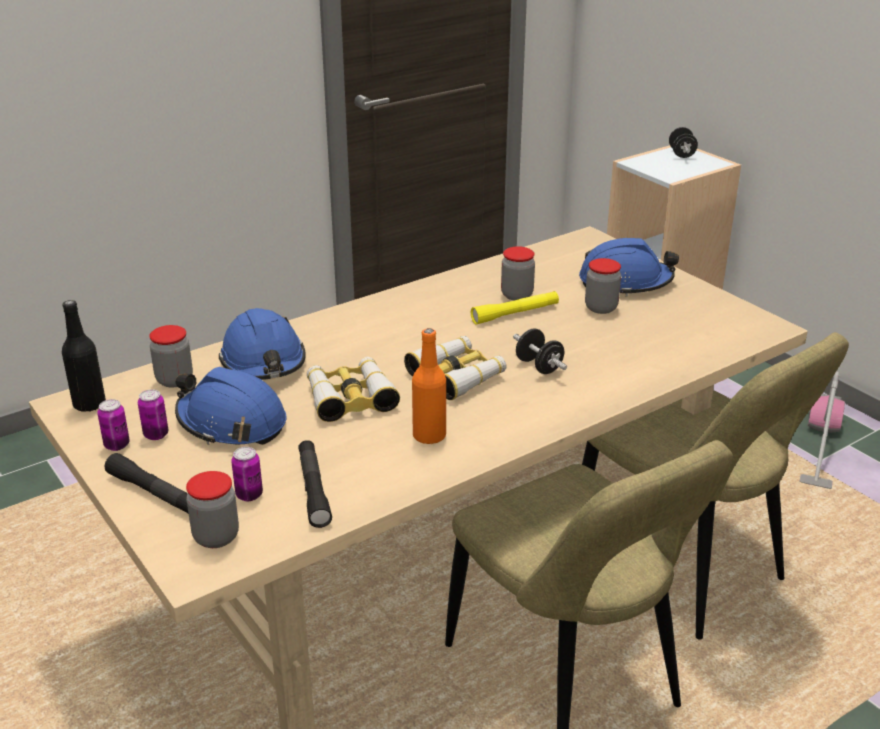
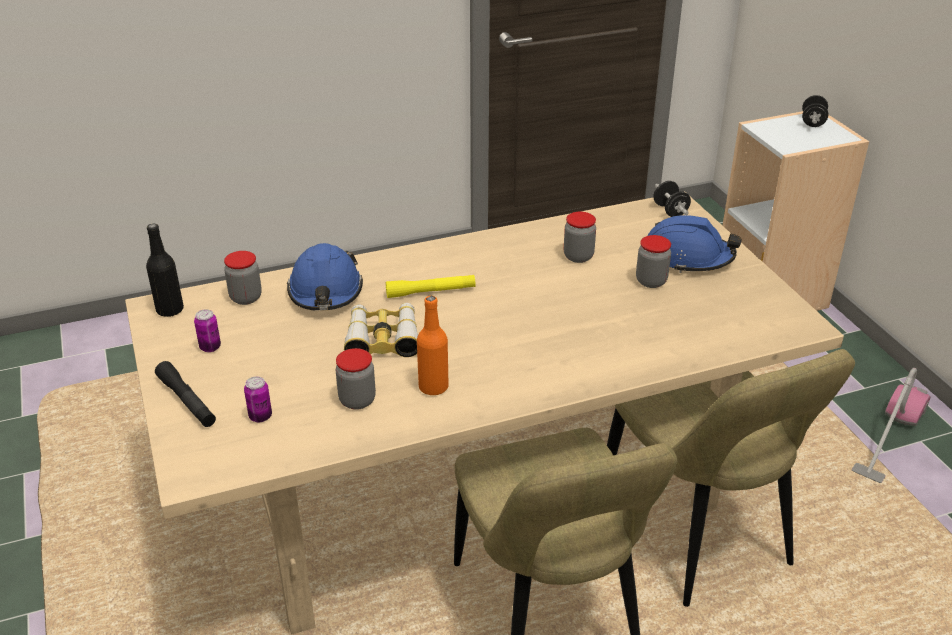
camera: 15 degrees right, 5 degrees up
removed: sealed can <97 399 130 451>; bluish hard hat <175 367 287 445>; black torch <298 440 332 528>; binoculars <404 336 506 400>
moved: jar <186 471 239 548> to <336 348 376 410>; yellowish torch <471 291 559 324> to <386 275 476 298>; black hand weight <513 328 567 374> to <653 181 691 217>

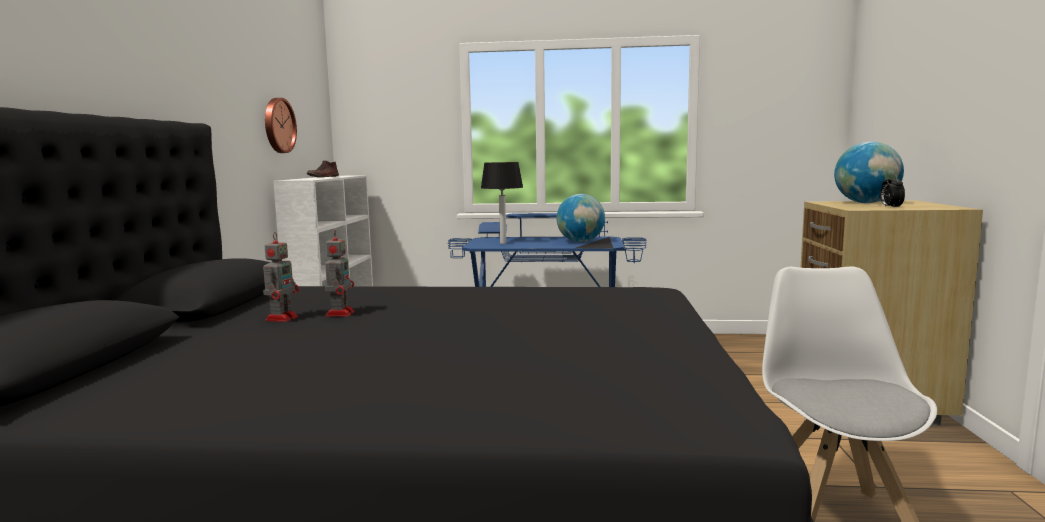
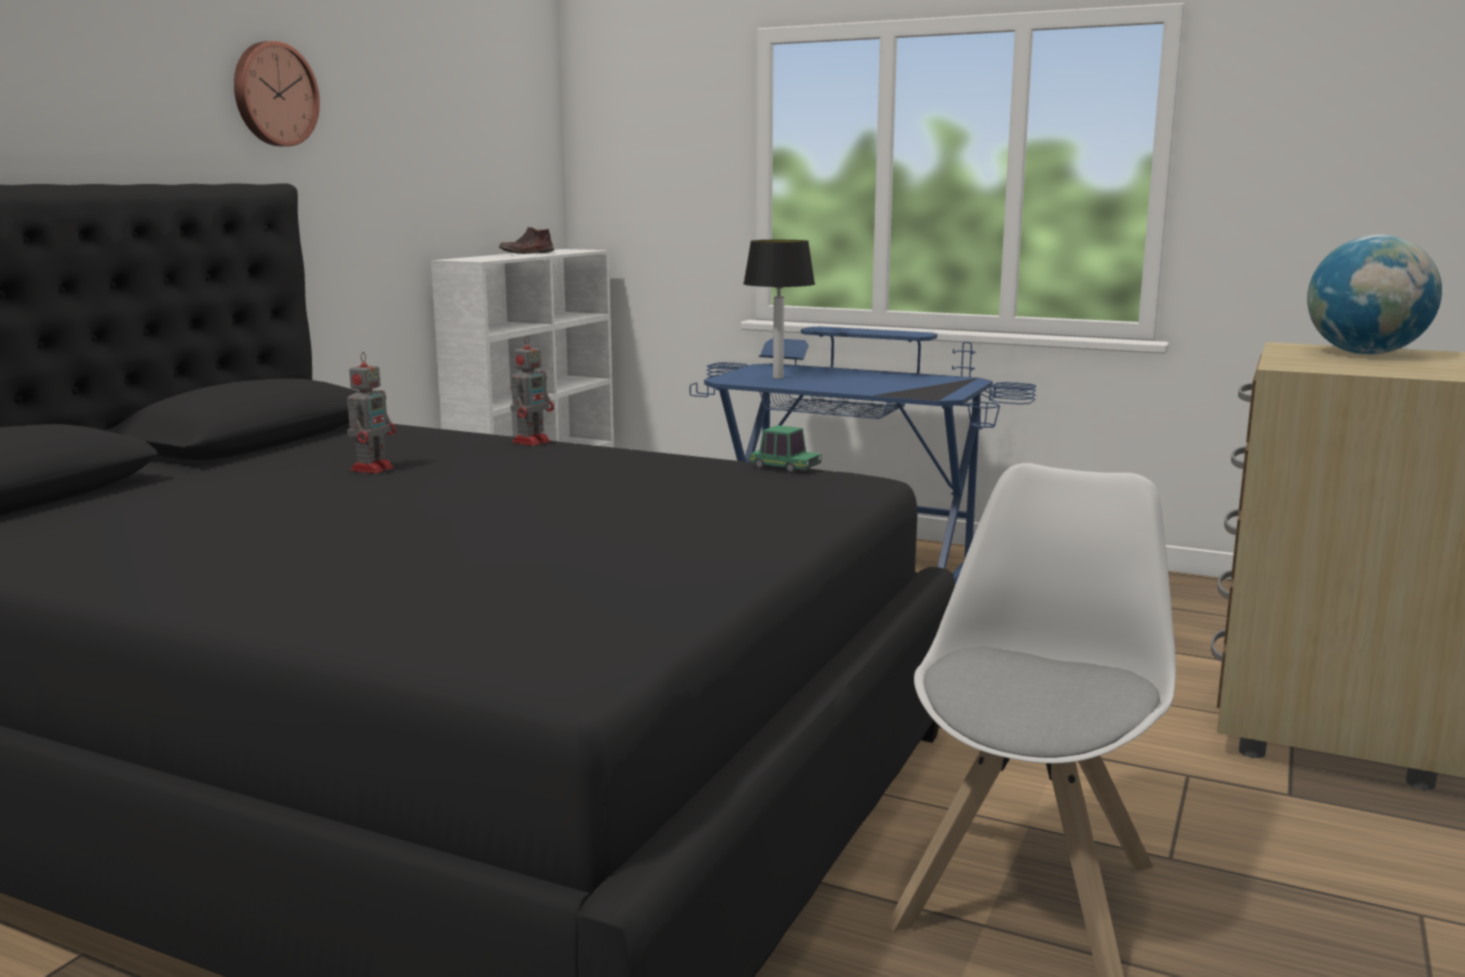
camera: 20 degrees right, 5 degrees up
removed: globe <557 194 605 242>; table clock <880 174 905 208>
added: model car <749 425 821 473>
moved: model robot <263 232 299 322> to <510 335 554 446>; clock on the wall <265 98 297 153> to <234 41 320 146>

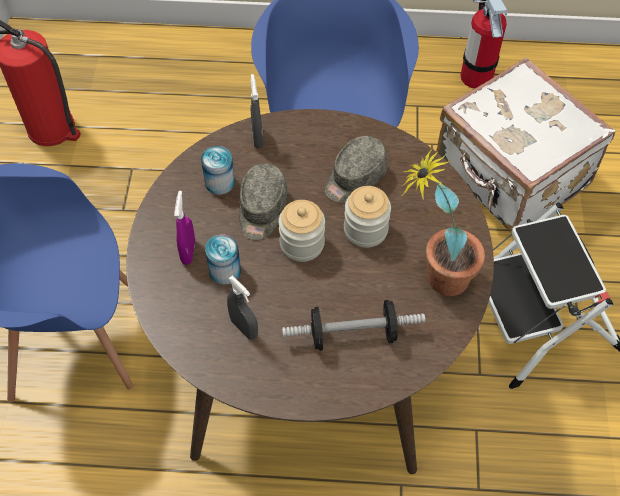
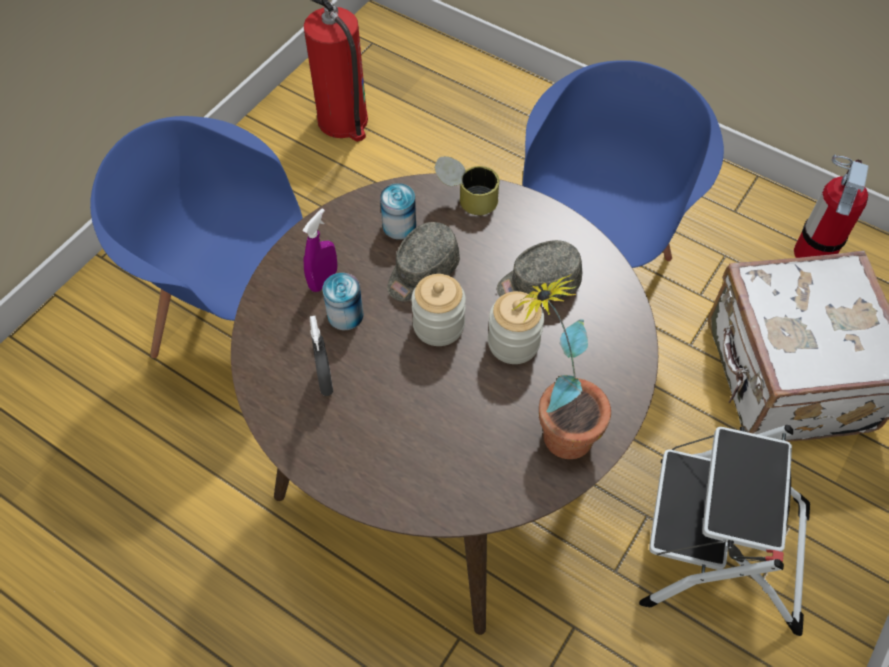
camera: 30 degrees right, 0 degrees up
removed: hand weight <282 300 425 351>
replaced: greyish hand sprayer <250 74 264 149> to sealed can <434 156 500 215>

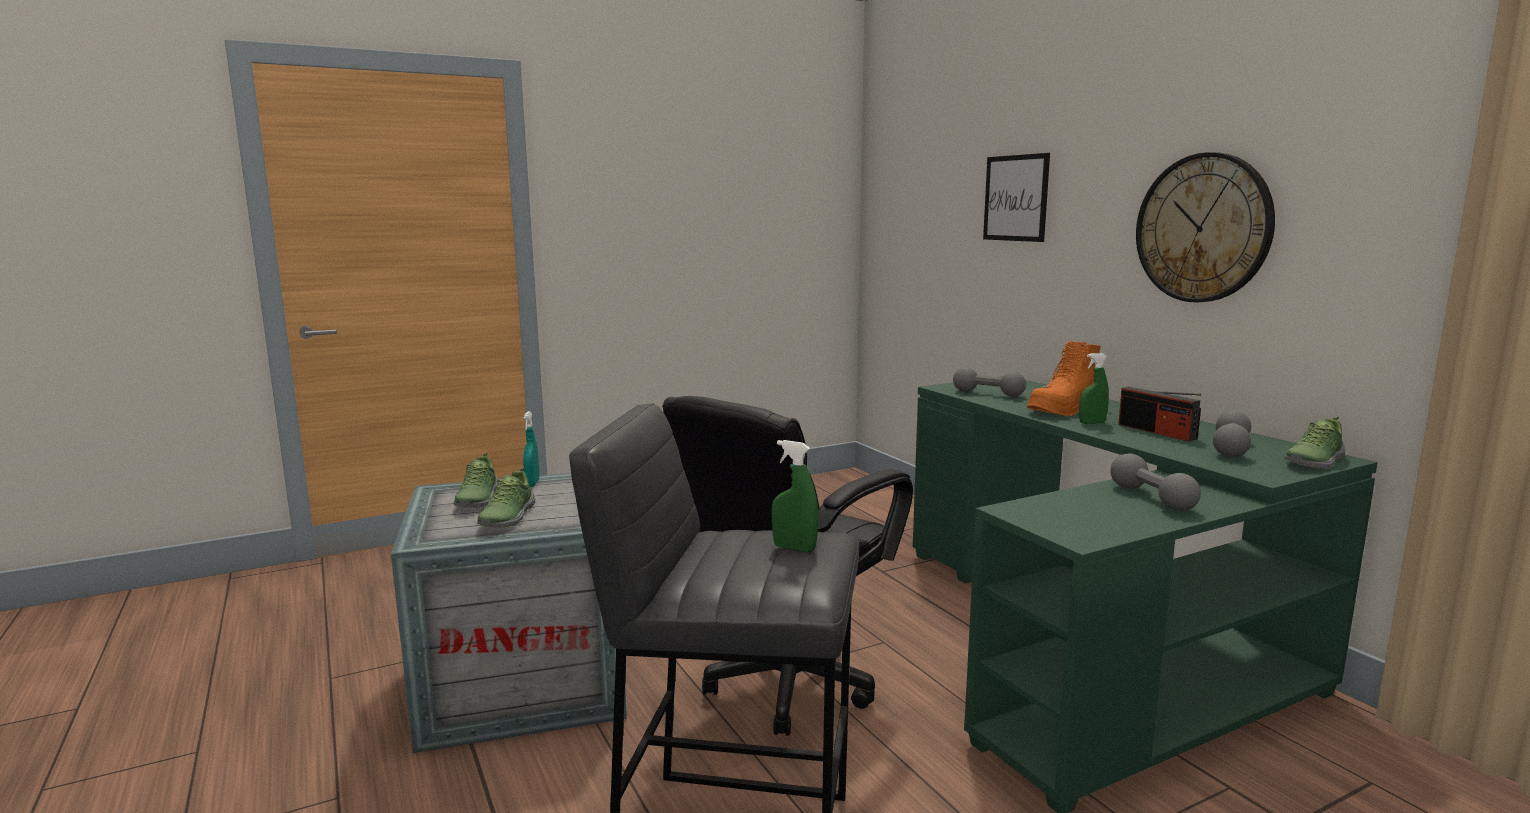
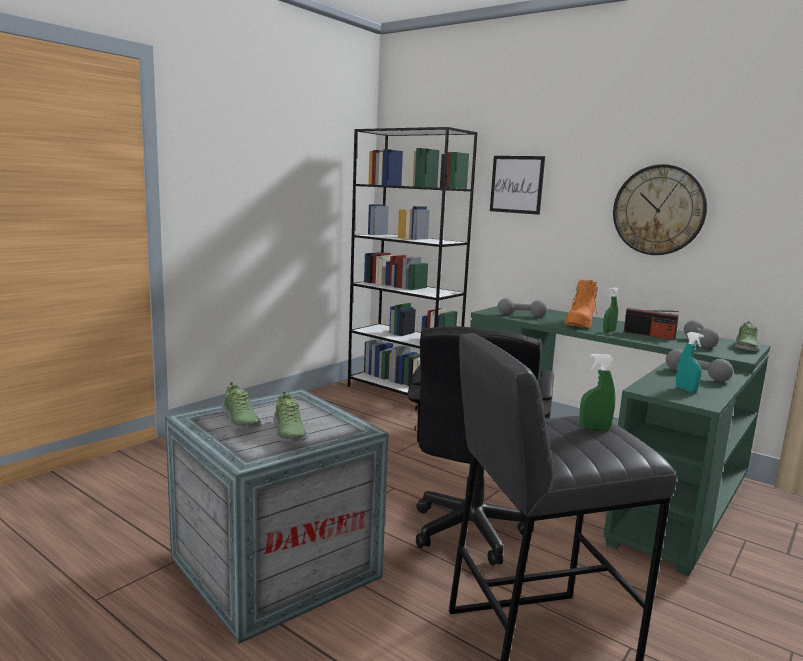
camera: 25 degrees left, 0 degrees up
added: white-coloured shelving unit <348 127 478 396>
moved: turquoise hand sprayer <523 411 539 487> to <676 332 704 392>

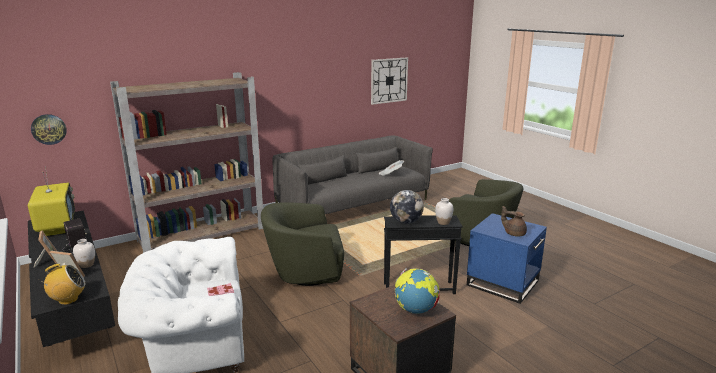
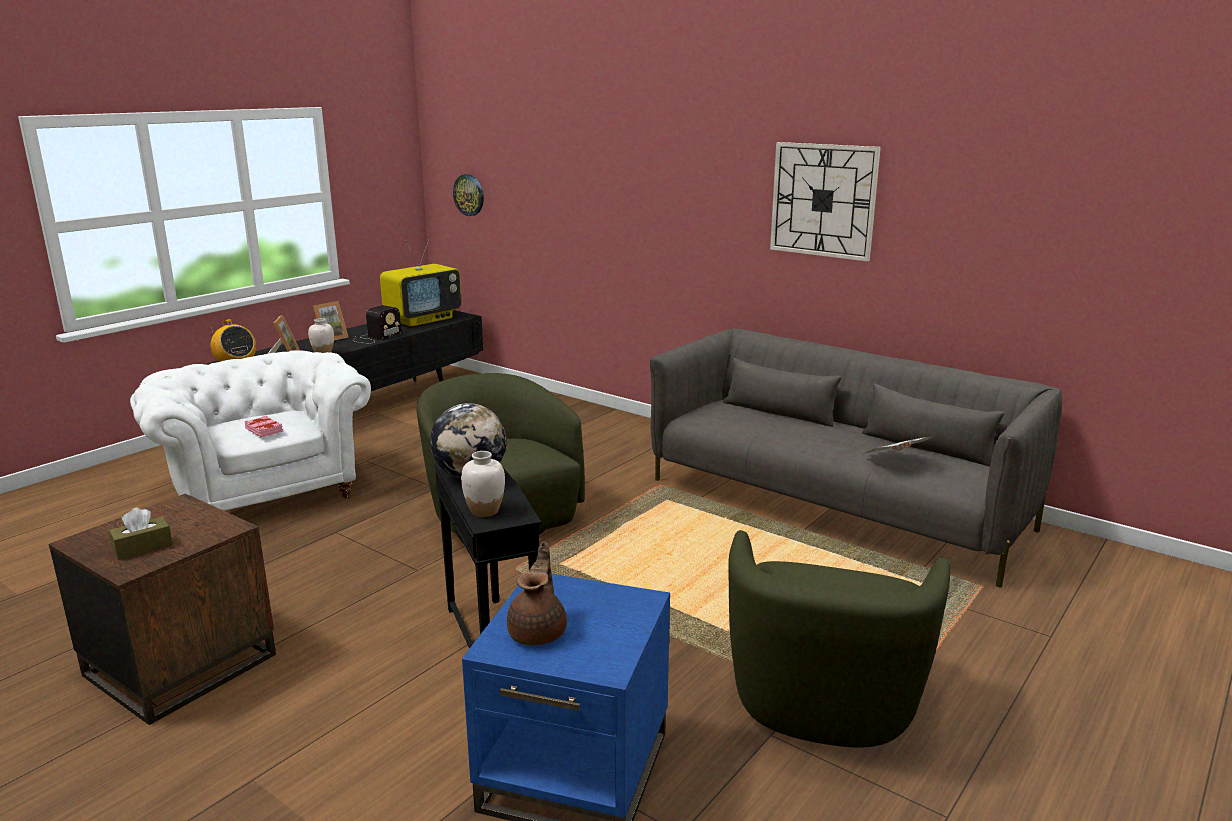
camera: 70 degrees right, 0 degrees up
removed: brown-coloured shelving unit <110 72 263 253>
moved: clock on the wall <371 57 408 105> to <770 142 881 262>
replaced: globe <395 268 439 314> to brown-coloured tissue box <109 507 173 560>

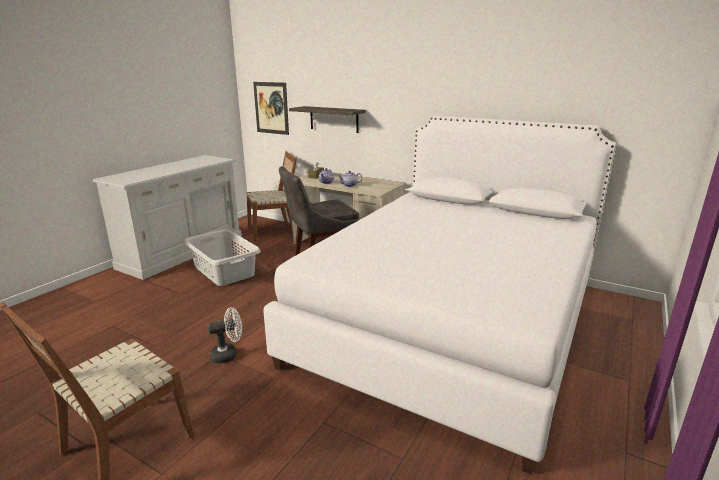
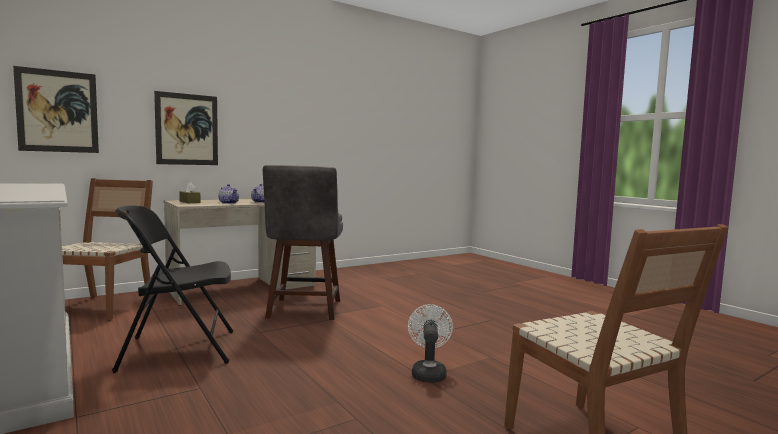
camera: 65 degrees left, 15 degrees down
removed: white-coloured sleeping bed <263 115 616 475>
replaced: greyish hamper <184 229 261 286> to black chair <112 205 233 373>; shelf <289 106 366 133> to wall art <154 91 218 165>

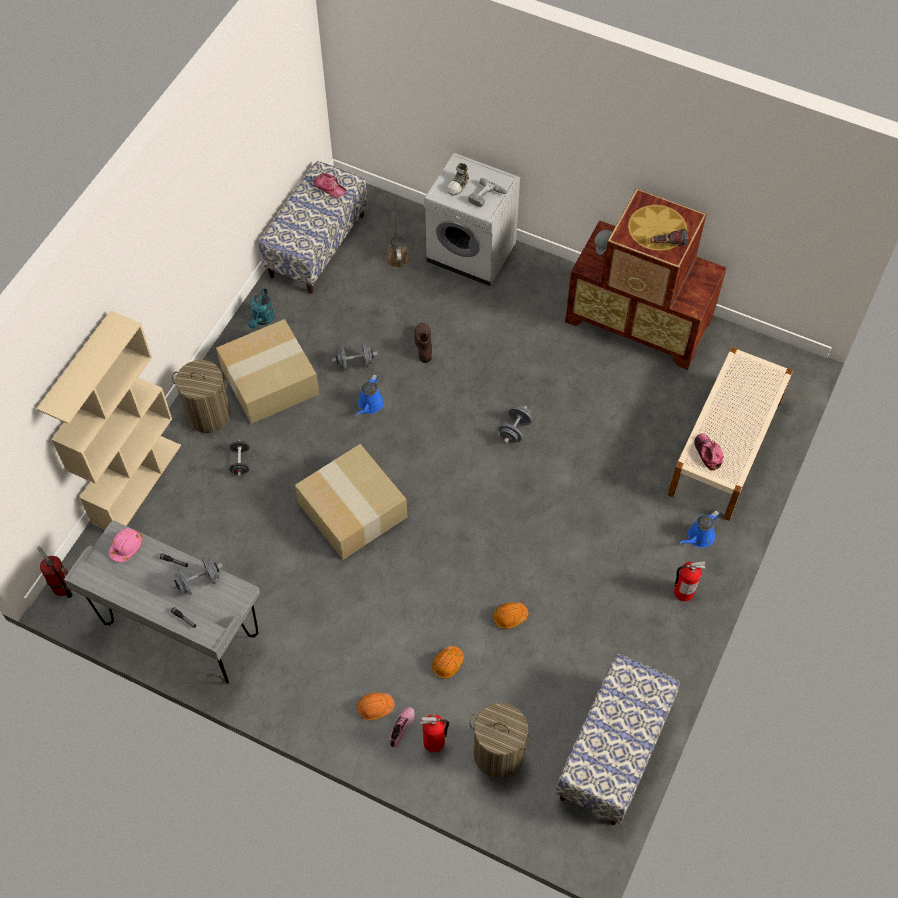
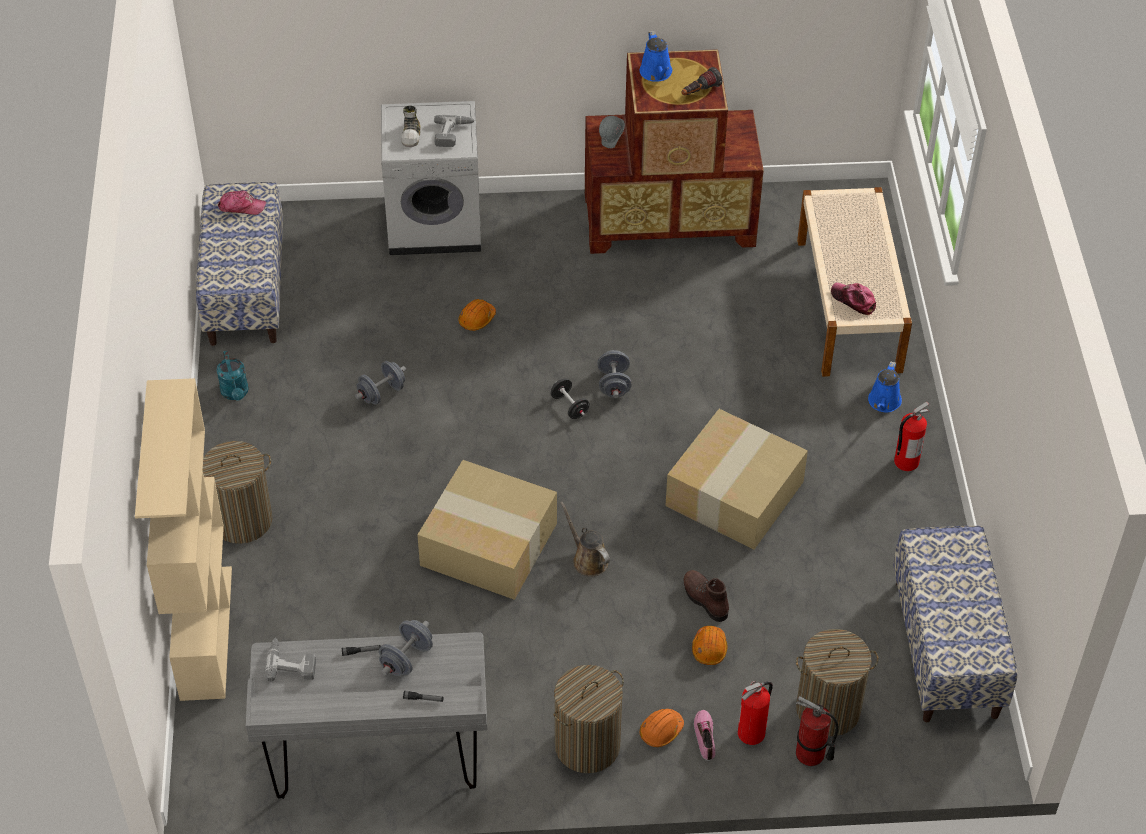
camera: 30 degrees left, 10 degrees down
added: hamper <554 665 624 773>
moved: fire-fighting cylinder <37 546 73 598> to <796 696 839 766>; carton <216 319 319 424> to <665 409 808 550>; black hand weight <230 440 249 476> to <550 378 590 419>; bluish watering pot <356 375 384 416> to <640 31 672 82>; brown-coloured watering pot <386 212 410 268> to <560 502 610 576>; brown-coloured high-top boot <414 323 433 363> to <684 570 729 622>; orangey hard hat <493 602 528 629> to <459 299 496 331>
replaced: pink-coloured hard hat <109 528 143 563> to drill <265 638 316 682>

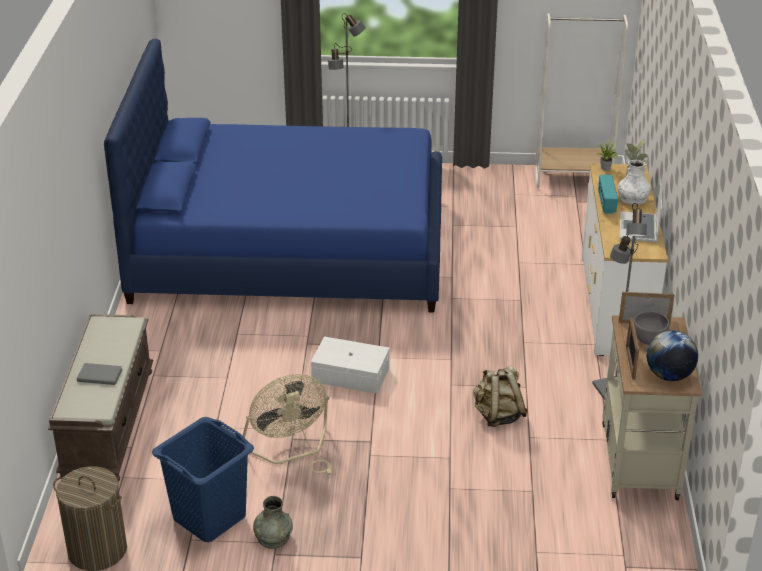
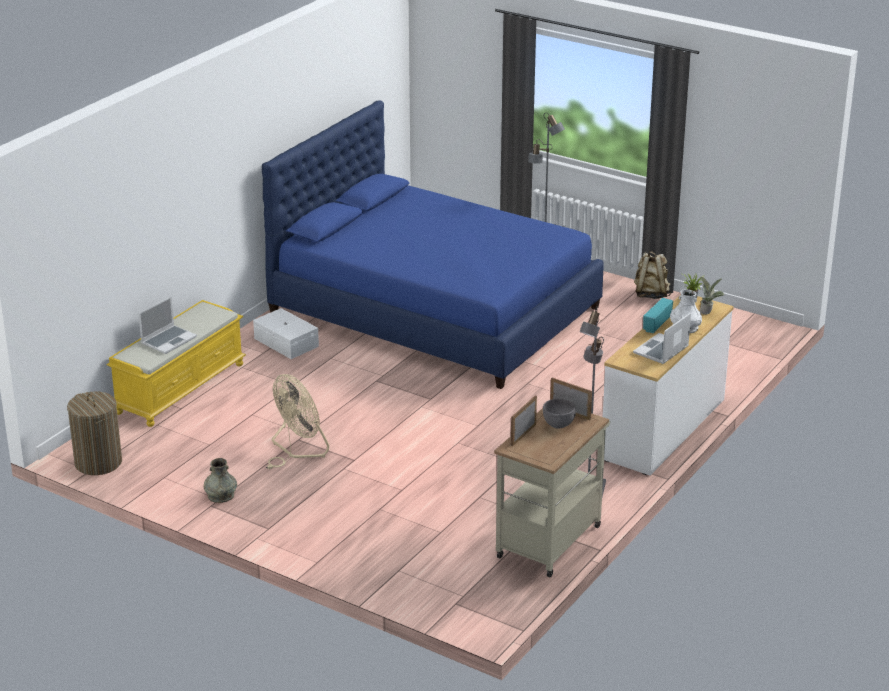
camera: 30 degrees right, 5 degrees down
removed: bluish hamper <152 417 254 542>; garment stand <535 13 628 188>; globe <647 331 698 381>
moved: white-coloured storage bin <311 337 390 394> to <253 308 319 359>; beige backpack <473 365 528 427> to <634 251 671 299>
replaced: greyish bound book <77 363 122 385> to laptop <139 296 197 354>
recoloured: brown-coloured indoor bench <48 314 153 481> to yellowish indoor bench <107 300 246 427>
turned: beige fan <243 374 332 475> = <267 374 329 469> 45 degrees clockwise

